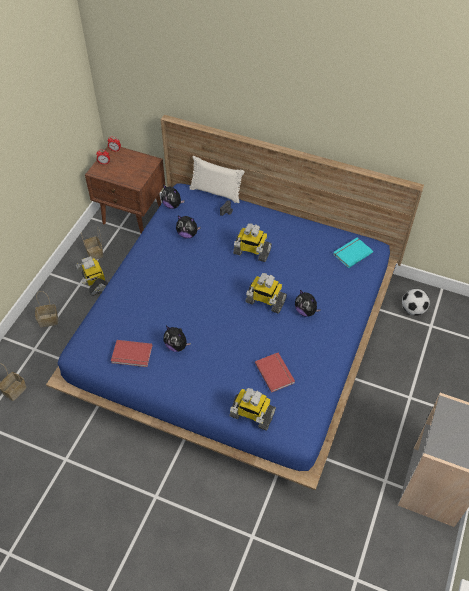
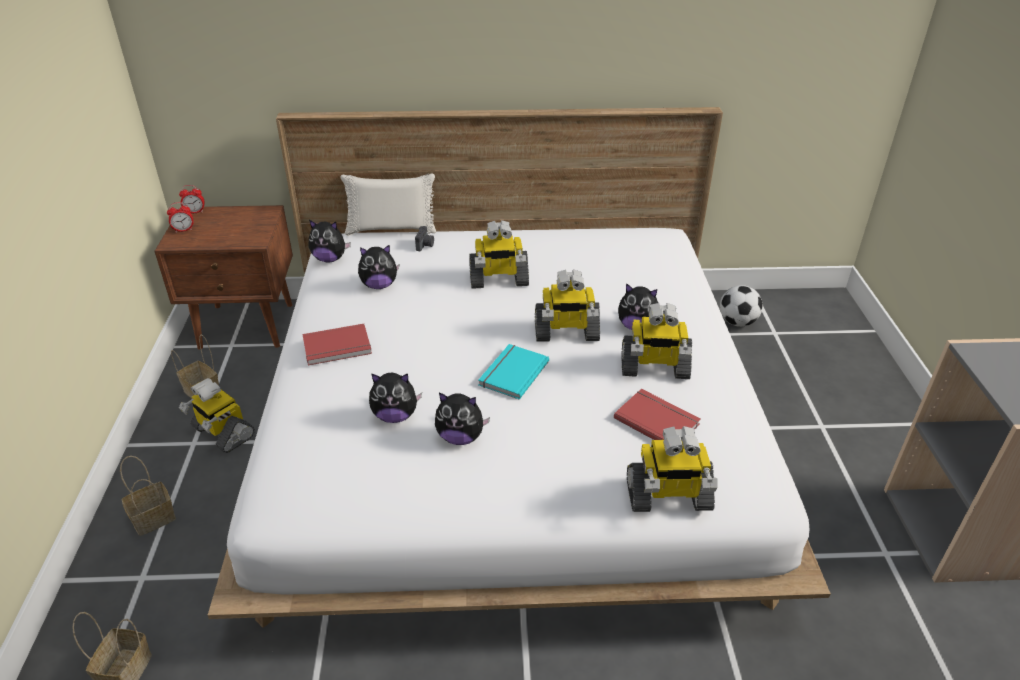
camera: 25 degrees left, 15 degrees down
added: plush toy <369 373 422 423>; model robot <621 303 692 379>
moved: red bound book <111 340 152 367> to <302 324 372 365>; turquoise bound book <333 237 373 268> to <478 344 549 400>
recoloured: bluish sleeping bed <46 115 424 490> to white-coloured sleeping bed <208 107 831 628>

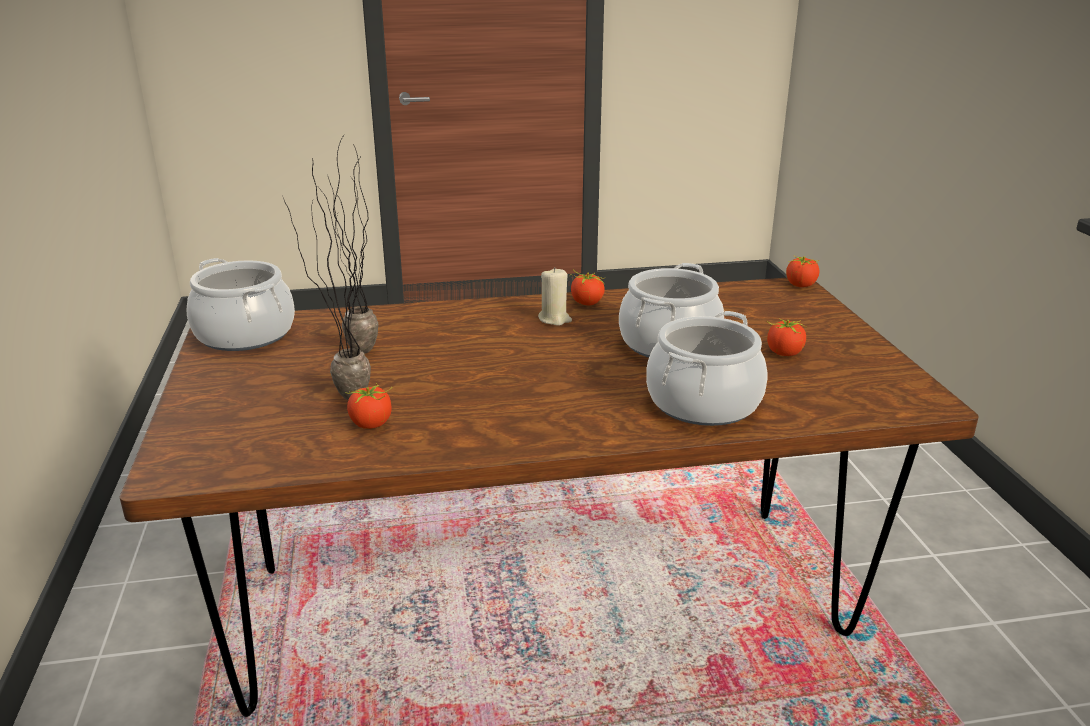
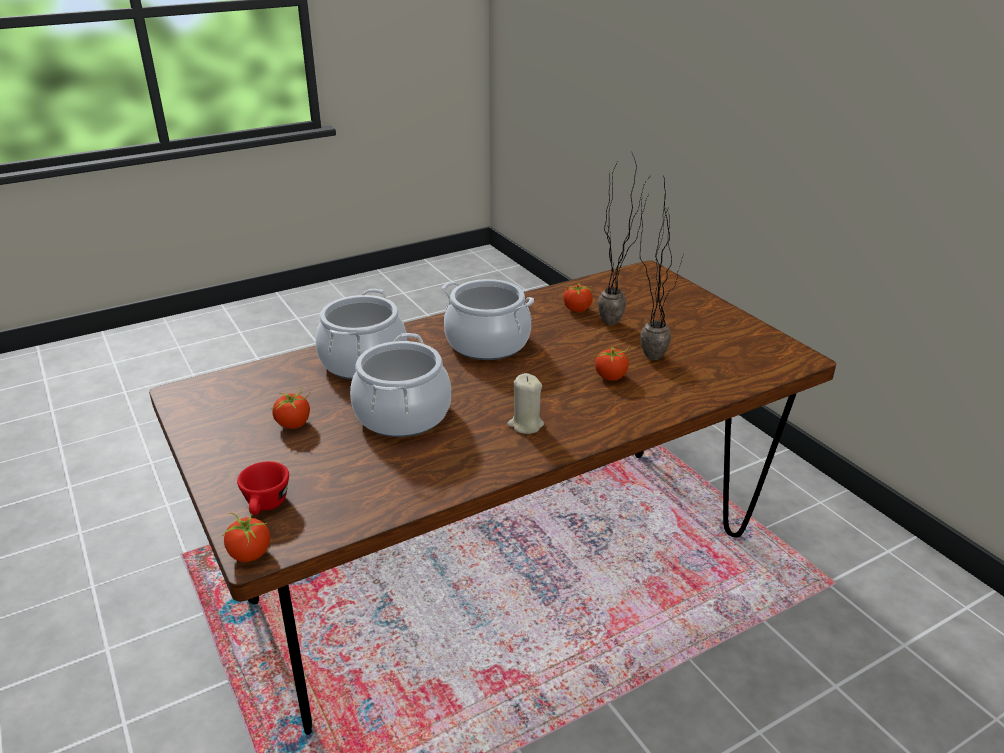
camera: 160 degrees right, 5 degrees up
added: red drinking cup <237 461 289 515>
moved: cooking pot <186 258 295 351> to <442 279 534 360>; whole tomato <571 269 605 306> to <594 346 632 381>

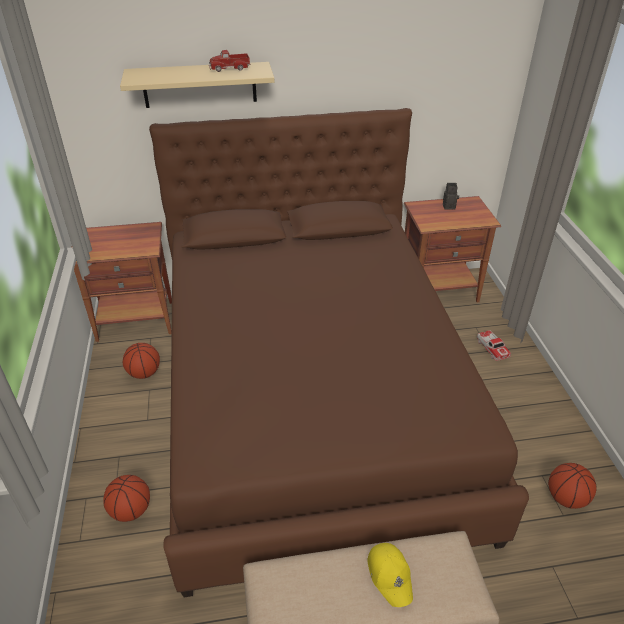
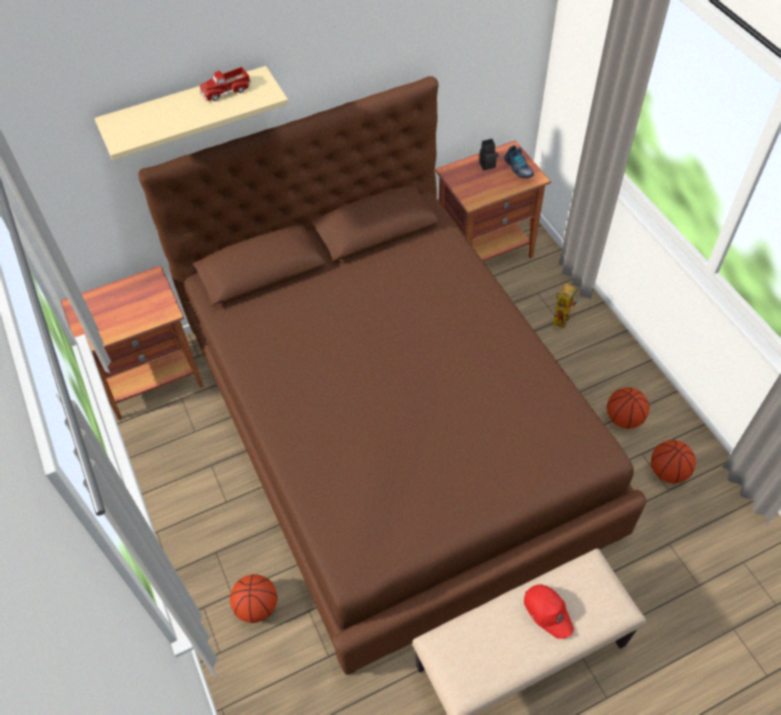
camera: 15 degrees left, 15 degrees up
added: shoe <504 145 534 178>
moved: basketball <123 343 160 379> to <607 387 650 429>
replaced: model car <477 330 511 361> to model robot <553 281 578 329>
recoloured: yellowish baseball cap <367 543 413 607> to red baseball cap <524 584 574 639>

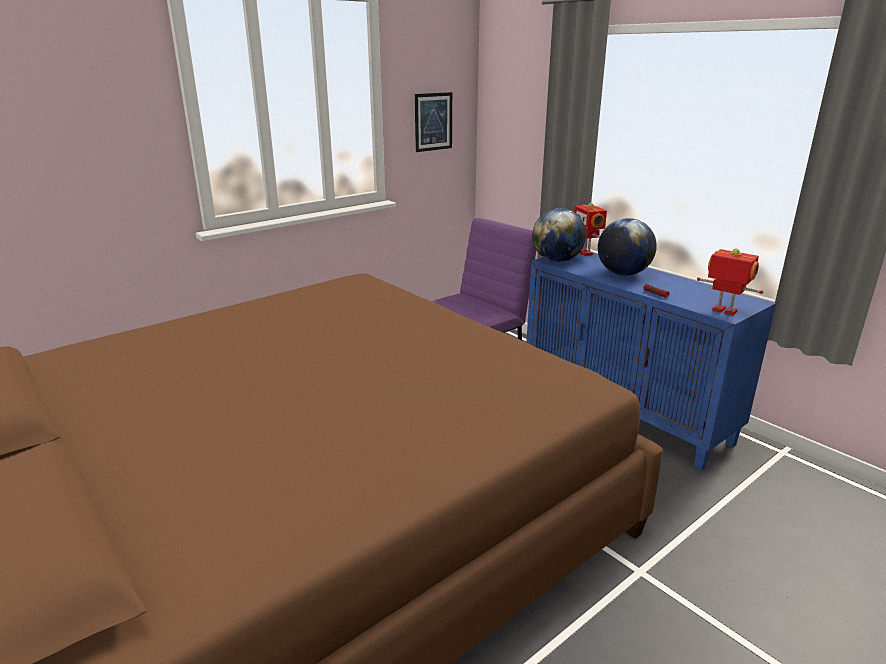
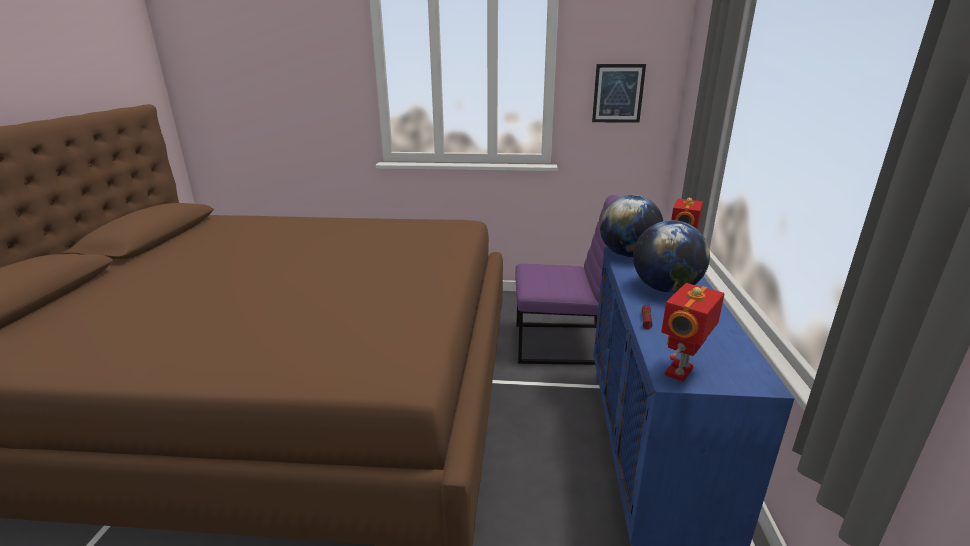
camera: 45 degrees right, 0 degrees up
turned: model robot <697 248 763 315> = <661 283 724 382> 135 degrees counterclockwise

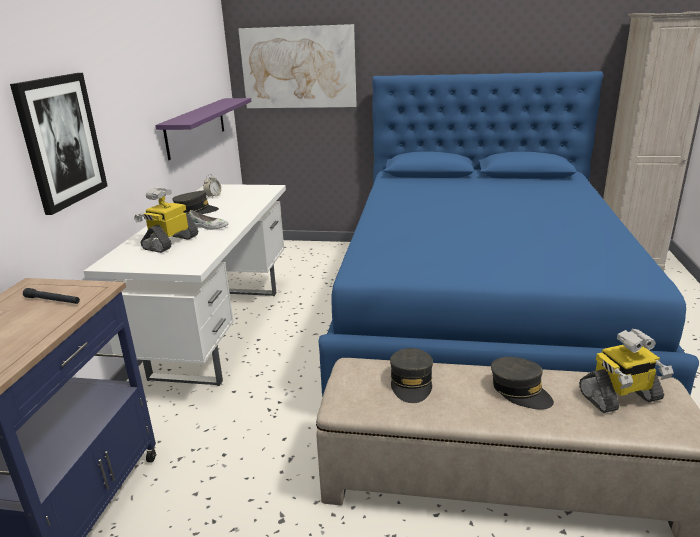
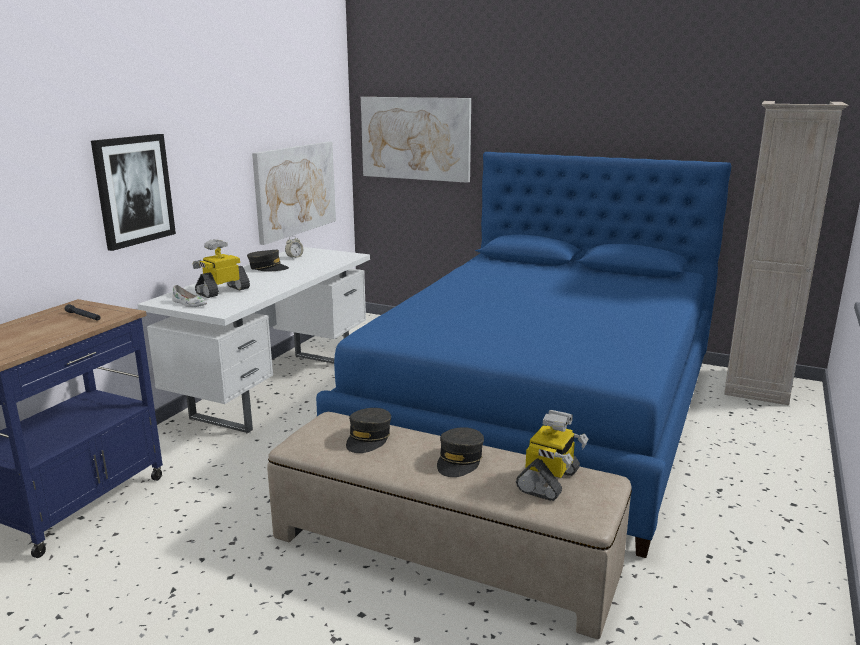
camera: 15 degrees right, 5 degrees down
moved: white-coloured shoe <189 210 229 230> to <172 285 207 307>
replaced: purplish shelf <155 98 251 160> to wall art <252 142 336 245>
turned: greyish baseball cap <491 357 554 410> = <437 427 484 477> 45 degrees clockwise; model robot <579 329 674 413> = <516 410 588 501> 60 degrees counterclockwise

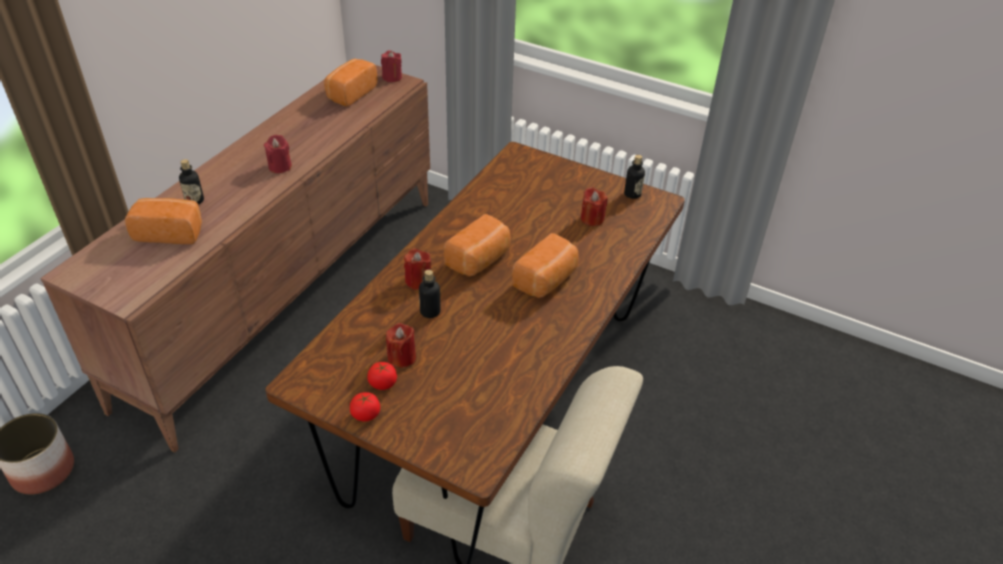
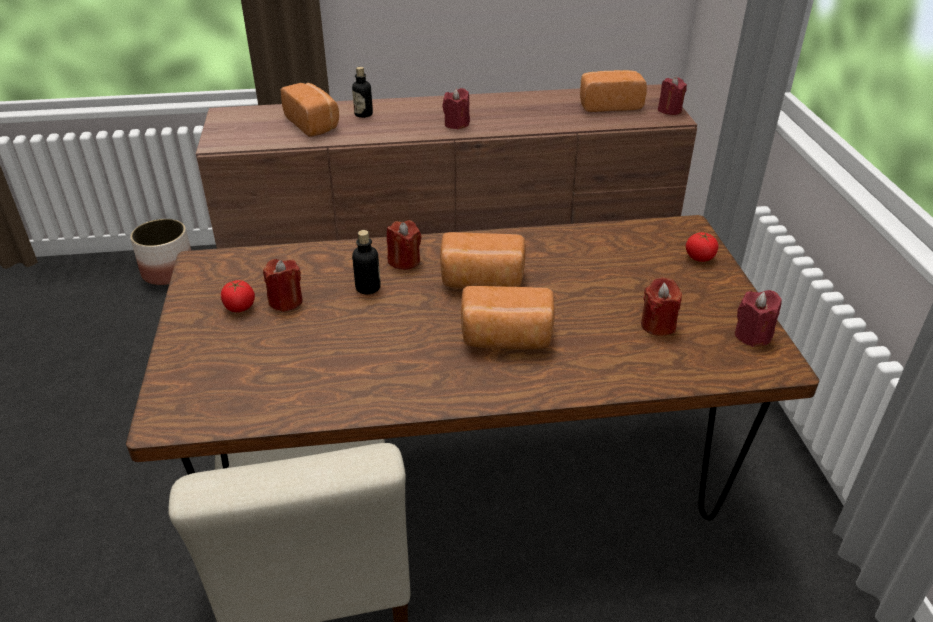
camera: 55 degrees right, 5 degrees down
moved: whole tomato <350 392 380 422> to <686 232 718 262>
replaced: beverage bottle <624 155 645 199> to red wax light <735 290 782 347>

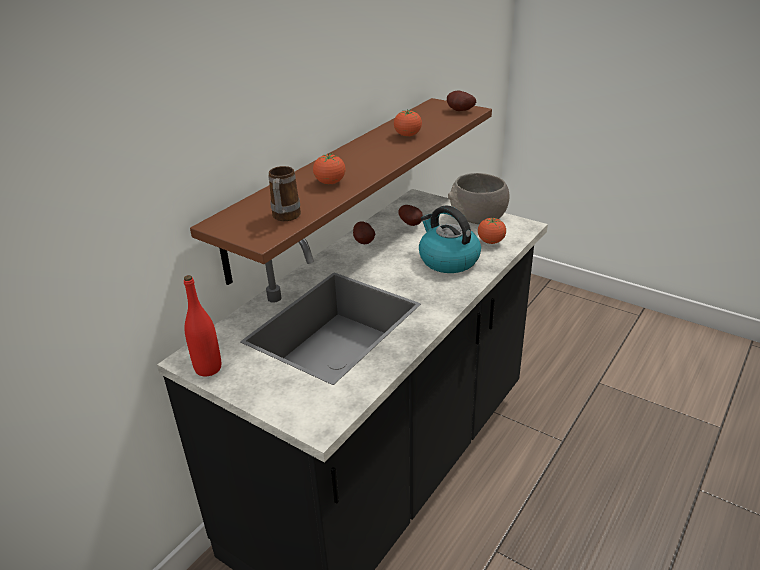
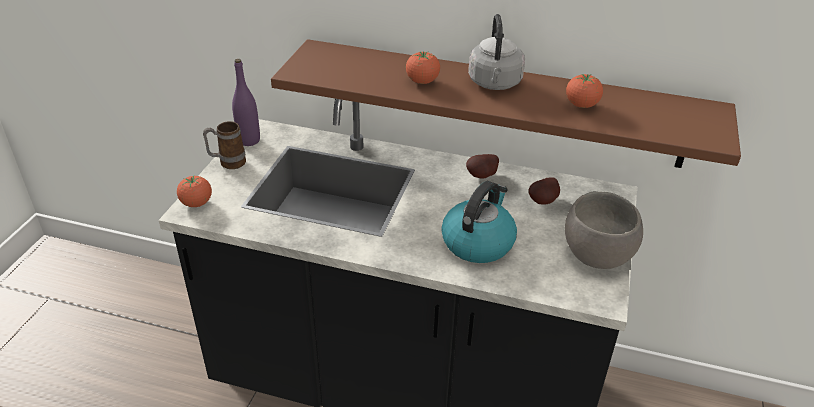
camera: 70 degrees right, 5 degrees up
removed: spud <447 91 476 111>
added: greyish water kettle <468 14 525 90>
moved: tea mug <269 166 301 221> to <203 121 246 169>; whole tomato <478 217 506 244> to <177 176 212 207>
recoloured: red beverage bottle <184 275 221 377> to purplish beverage bottle <232 59 260 146>

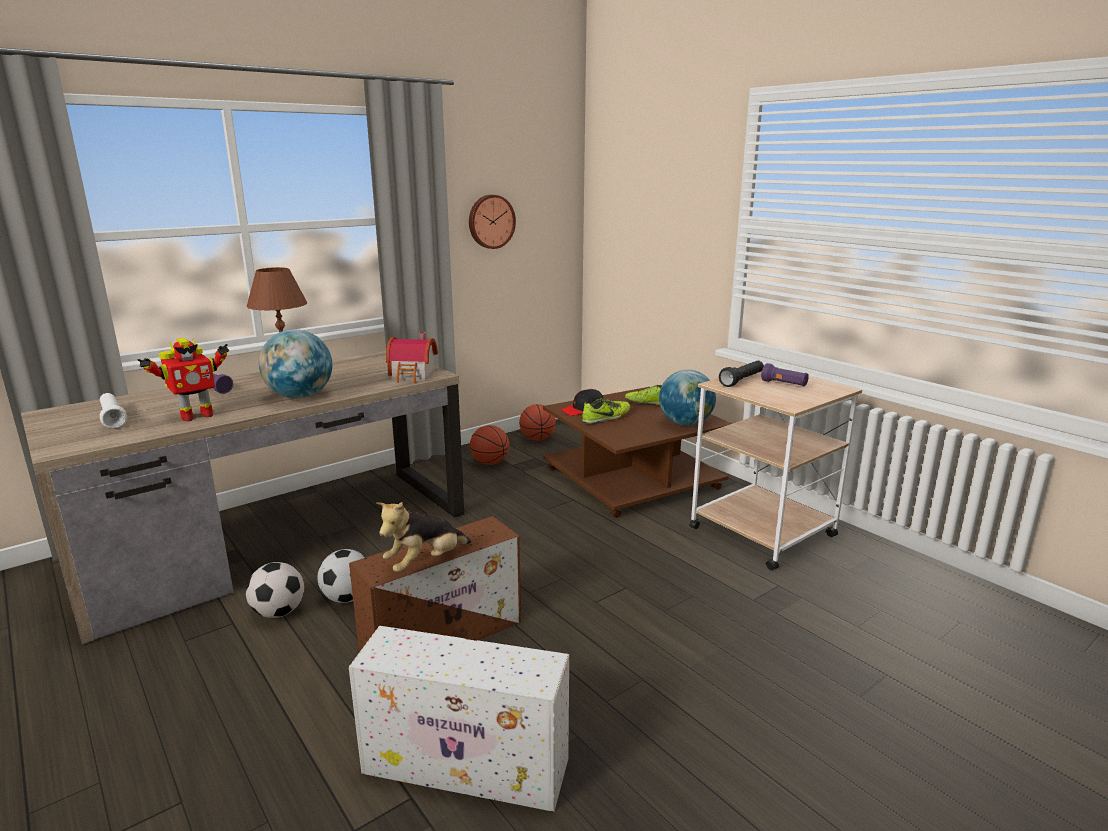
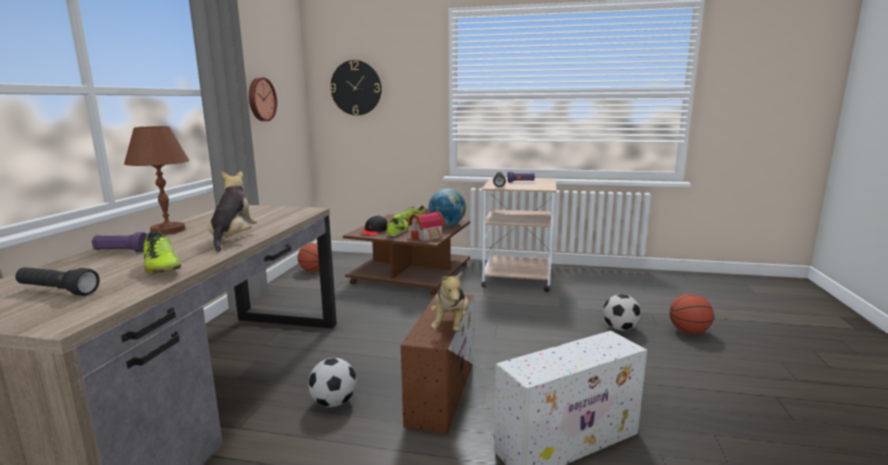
camera: 40 degrees left, 5 degrees down
added: clock on the wall <330 60 382 115>
moved: football ball <246 562 304 618> to <603 294 641 331>; model house <386 332 438 383> to <408 208 445 242>; basketball <470 425 510 465> to <669 294 714 334>
replaced: model robot <138 338 229 421> to shoe <143 231 181 273>; globe <259 329 332 399> to plush toy <209 171 257 252>
recoloured: white-coloured torch <100 393 127 429> to black torch <15 267 100 296>

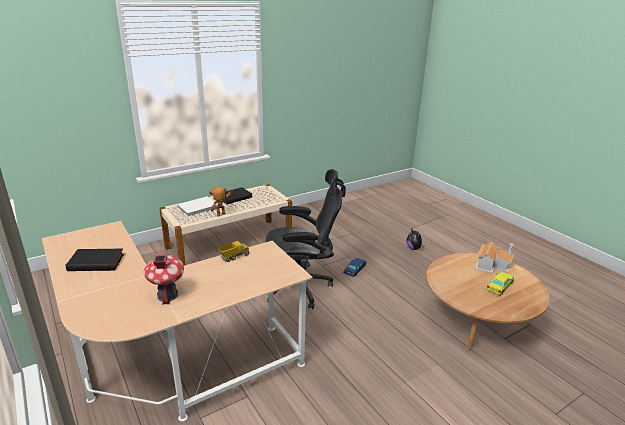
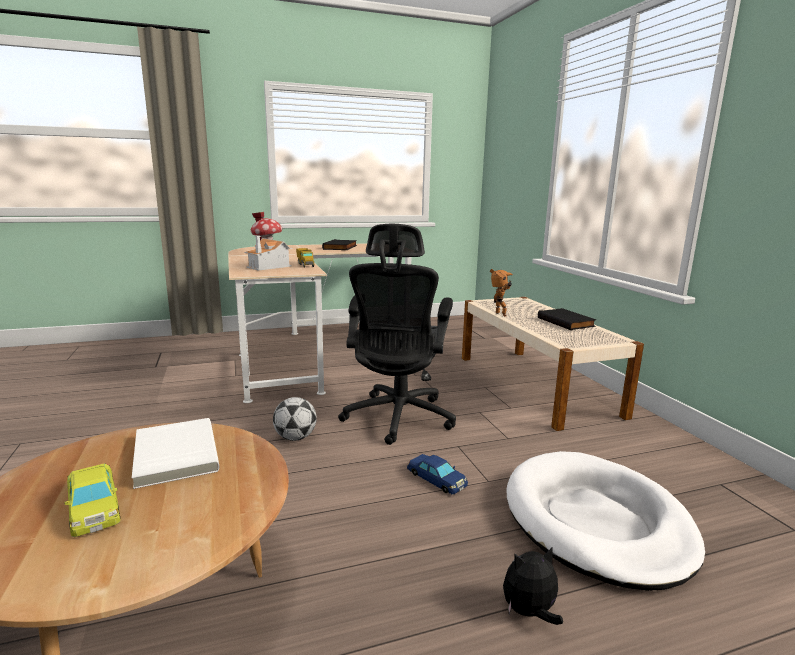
camera: 105 degrees right, 10 degrees down
added: football ball <273 397 317 441>; white-coloured dog cushion <507 451 705 591>
moved: white-coloured bound book <177 197 218 217> to <132 418 219 489>; model house <476 242 514 273> to <244 236 293 271>

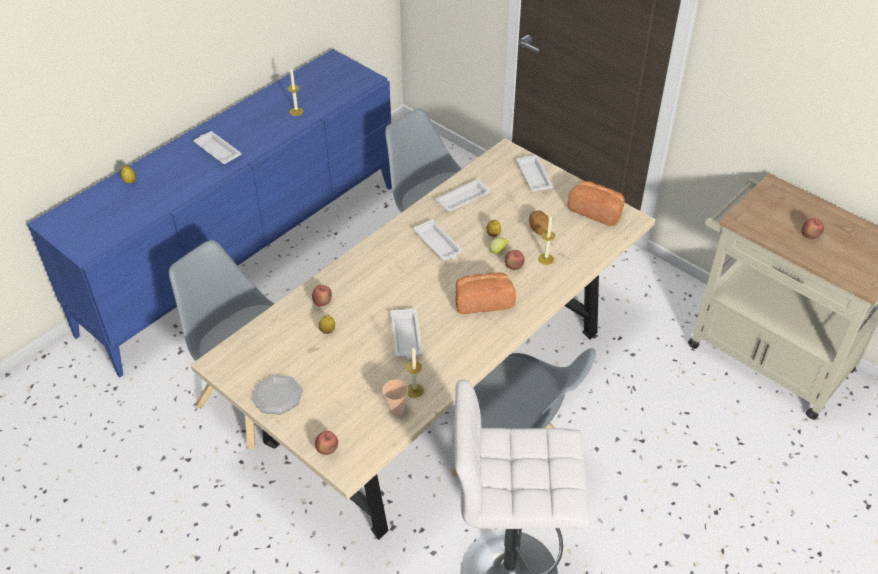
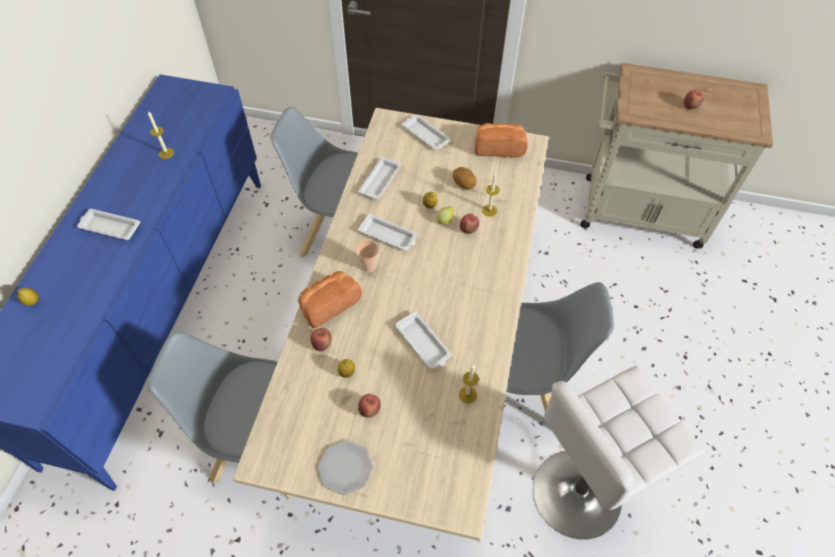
camera: 30 degrees left, 10 degrees up
moved: apple <315 431 338 455> to <358 394 381 418>; drinking cup <382 380 408 416> to <356 240 379 272>; baked bread <456 272 516 314> to <298 271 362 328>

